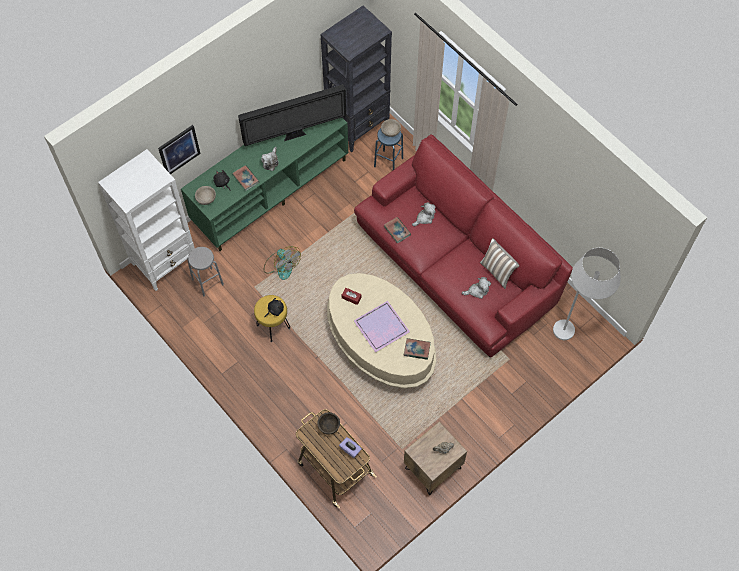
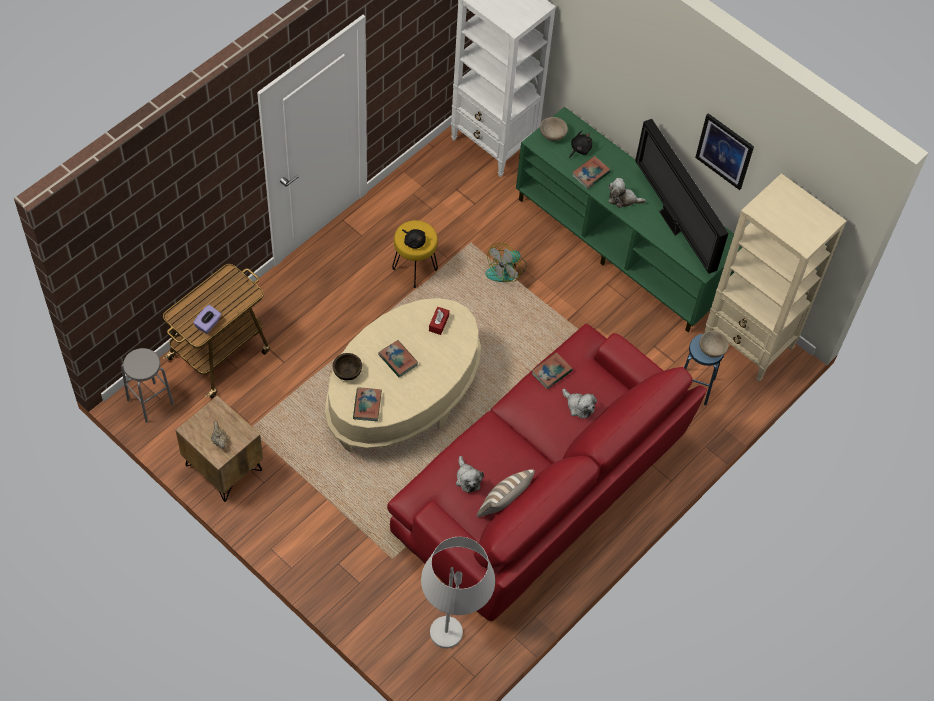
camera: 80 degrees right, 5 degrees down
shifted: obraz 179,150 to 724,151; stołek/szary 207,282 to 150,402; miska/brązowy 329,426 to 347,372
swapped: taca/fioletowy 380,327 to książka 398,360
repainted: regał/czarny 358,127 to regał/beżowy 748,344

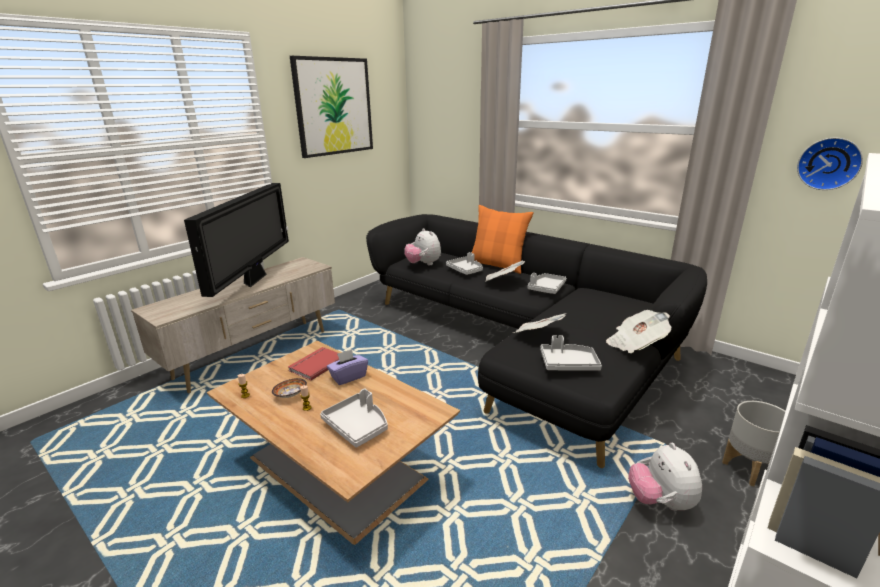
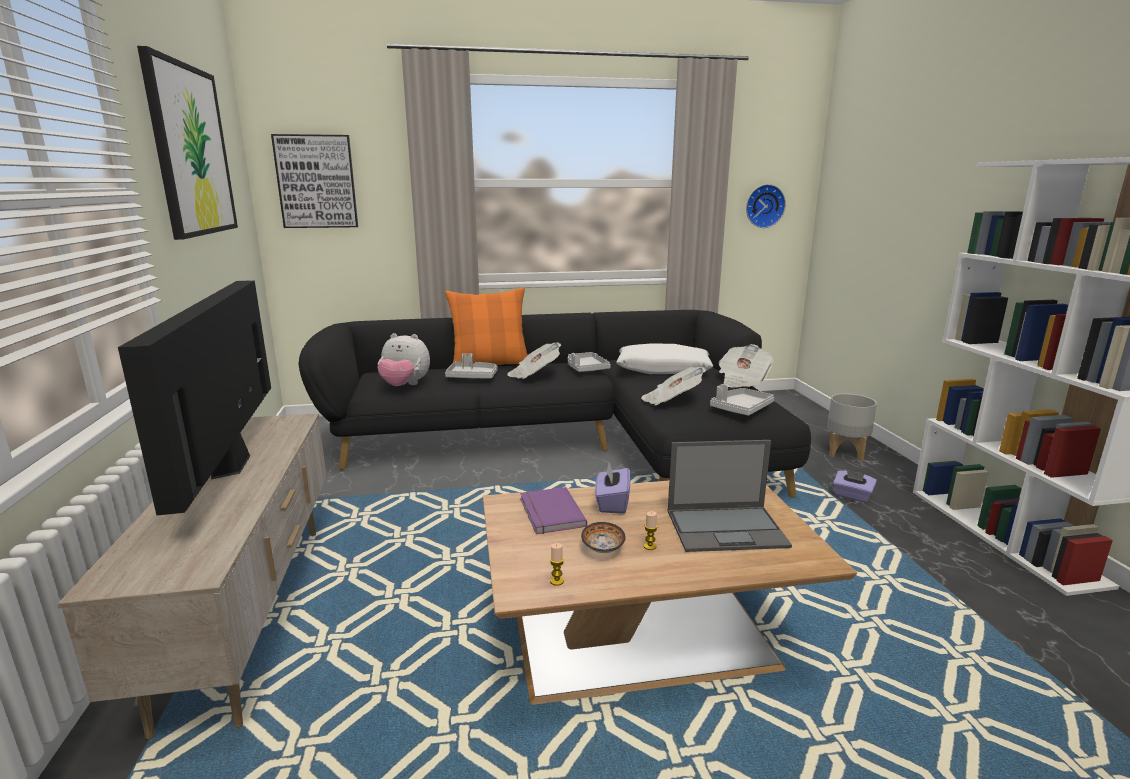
camera: 50 degrees left, 5 degrees down
new: obraz 316,182; poduszka/biały 663,369
swapped: taca/szary 357,426 to laptop 727,528; pluszak 660,502 to pudełko chusteczek/fioletowy 852,496
repainted: książka/czerwony 316,364 to książka/fioletowy 549,513
rotated: telewizor 255,279 = 230,465 150 degrees counterclockwise

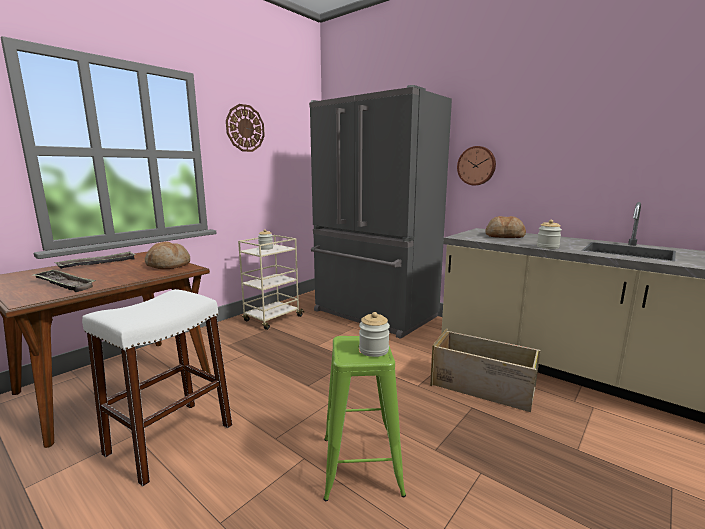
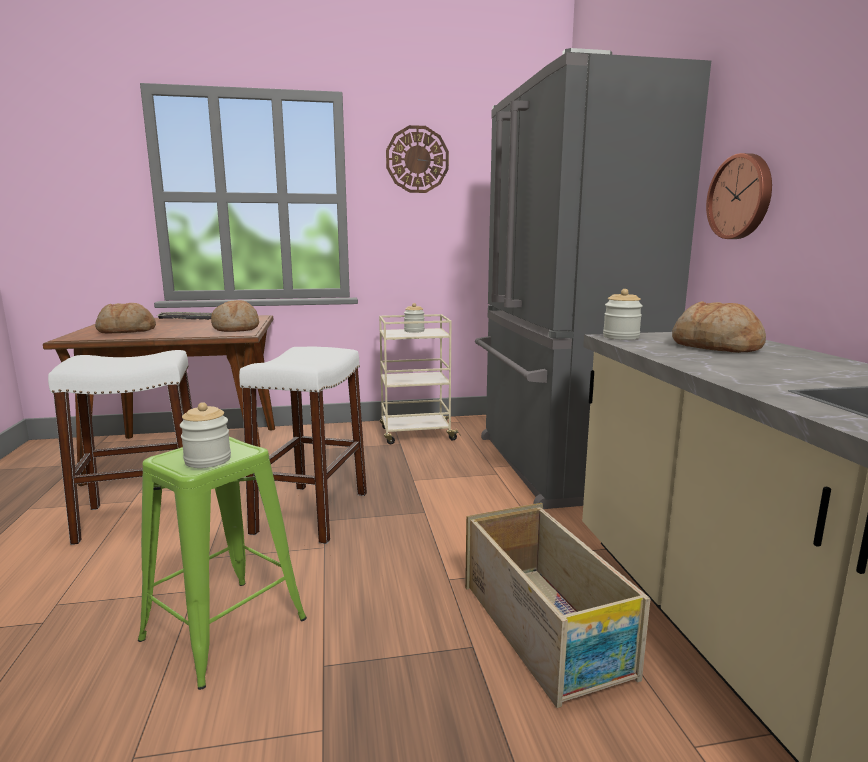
camera: 40 degrees right, 0 degrees up
new: stołek/biały 312,512
shifted: słoik 547,247 to 621,337
swapped: taca 64,284 to chleb 126,331

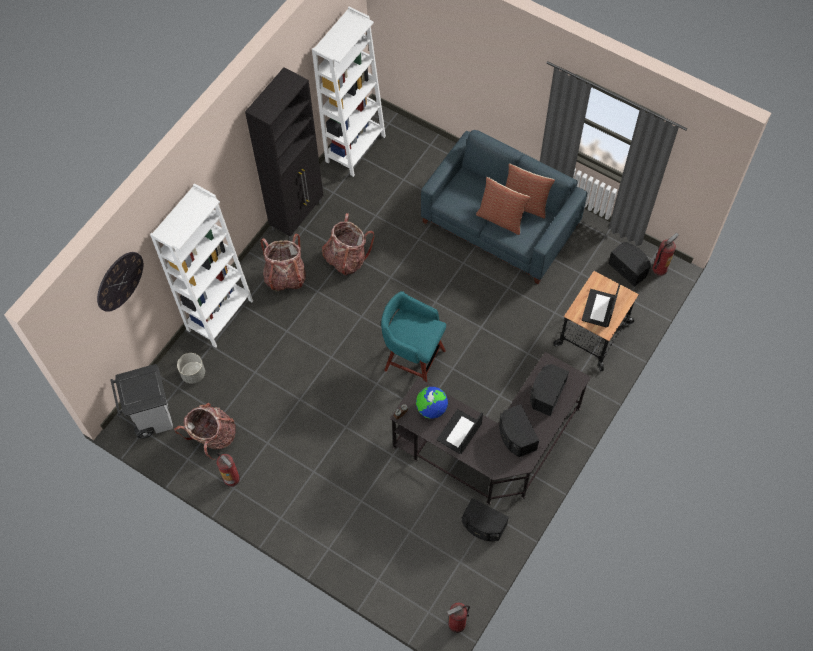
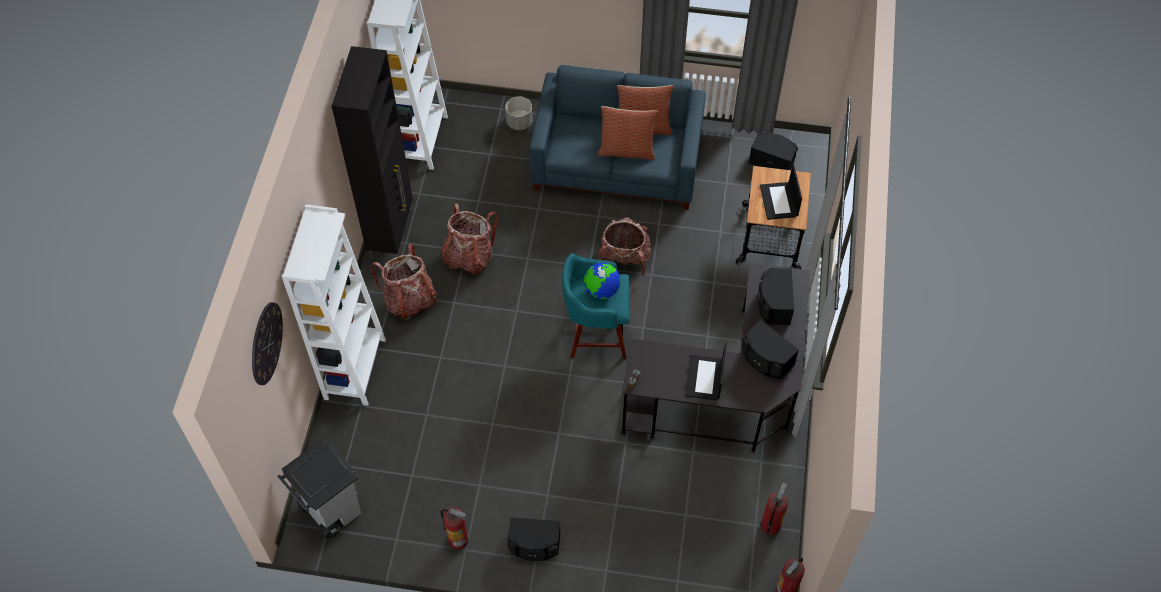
camera: 25 degrees left, 5 degrees down
shifted: gaśnica 659,268 to 770,525; donica/szary 193,373 to 519,122; globus 431,408 to 601,290; plecak 212,437 to 624,259; głośnik/czarny 483,526 to 534,545

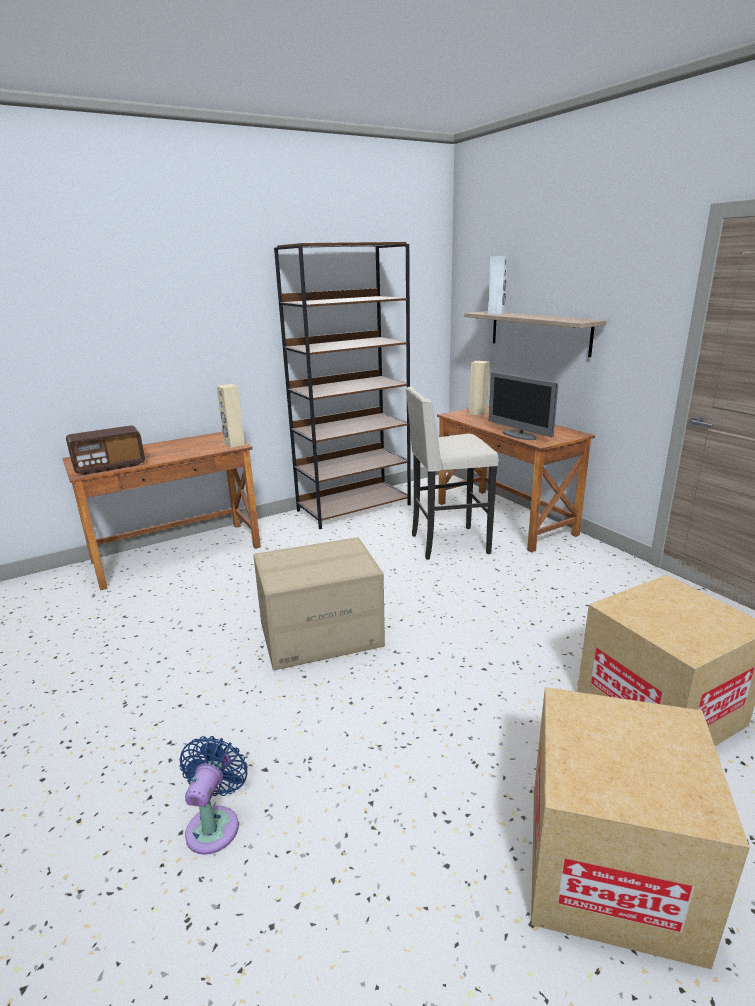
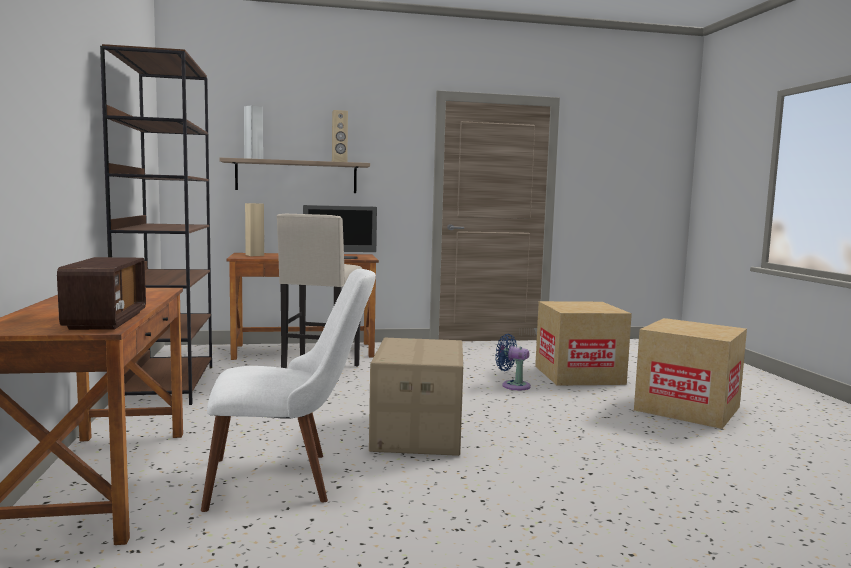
camera: 70 degrees left, 15 degrees down
new: krzesło/biały 289,478
shifted: głośnik/beżowy 234,444 to 339,162; wentylator/niebieski 215,824 to 513,385

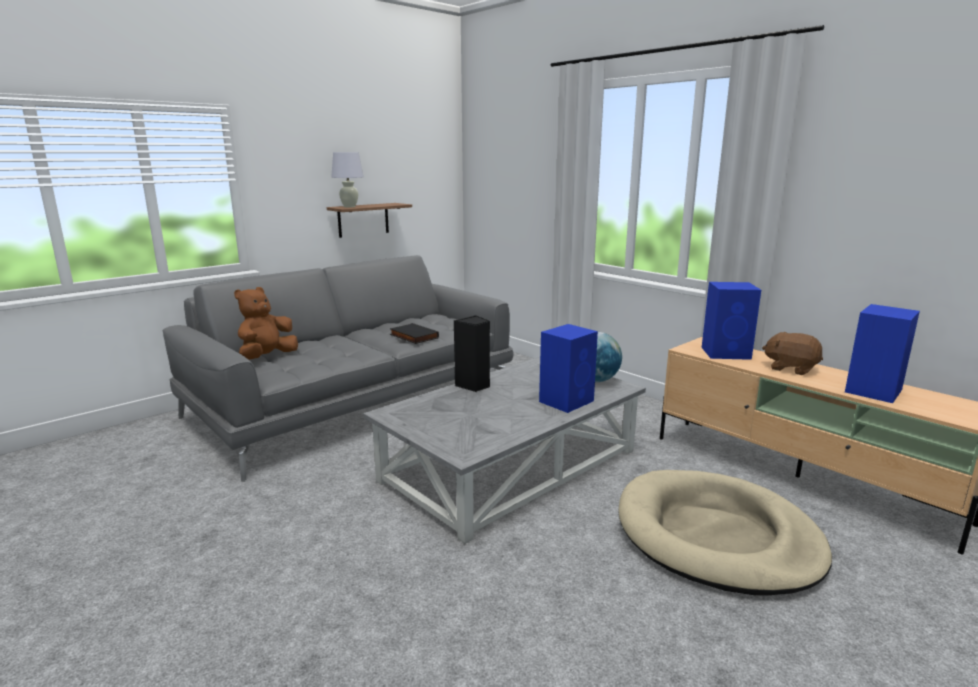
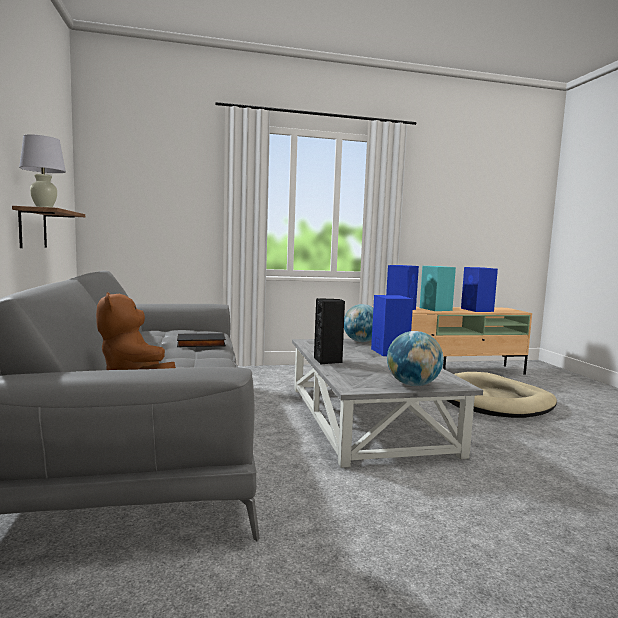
camera: 60 degrees left, 10 degrees down
new: globus 413,385
swapped: pluszak/brązowy 791,368 to głośnik/turkusowy 436,309

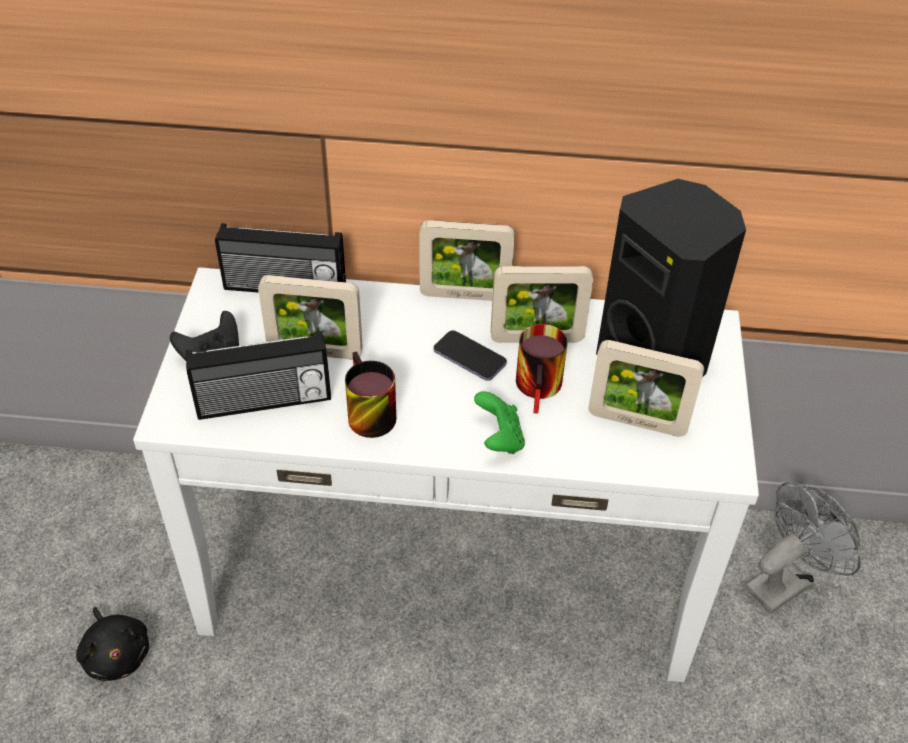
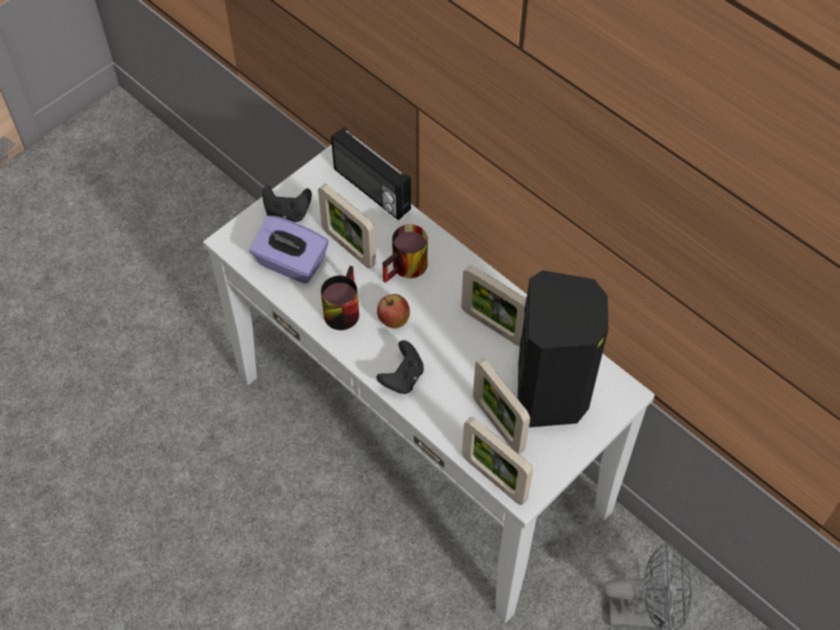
camera: 40 degrees right, 10 degrees up
gone: telefon 469,357; pluszak/czarny 117,654
new: jabłko 393,320
shifted: ramka na zdjęcie 464,295 to 494,479; kubek 542,388 to 407,269
swapped: radio 264,402 to pudełko chusteczek/fioletowy 290,263
repainted: pad do gier/zielony 499,439 to pad do gier/czarny 402,378

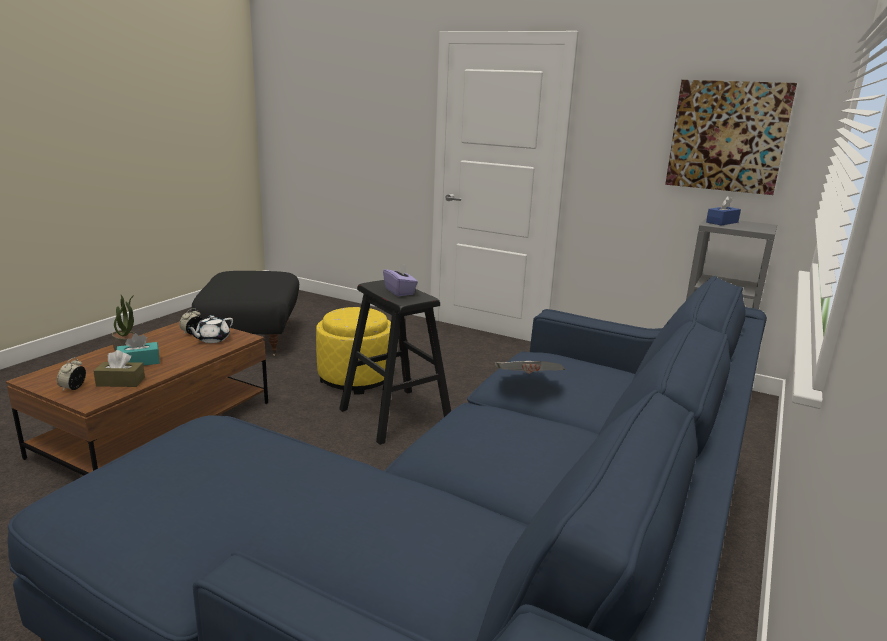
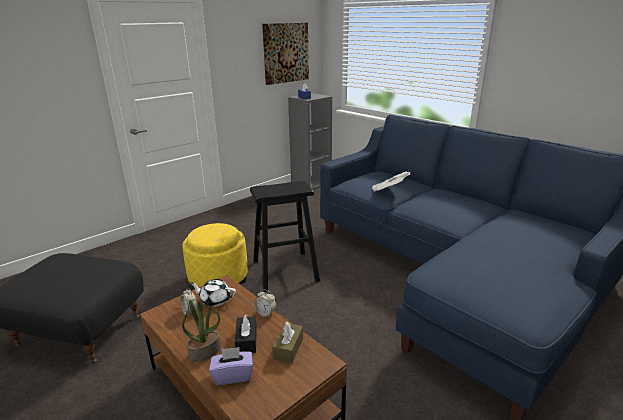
camera: 70 degrees left, 5 degrees up
shifted: pudełko chusteczek/fioletowy 400,291 to 233,375; budzik 73,388 to 266,313
repainted: pudełko chusteczek/turkusowy 139,362 to pudełko chusteczek/czarny 246,340
rotated: imbryk/biały 212,339 = 215,300 135 degrees clockwise

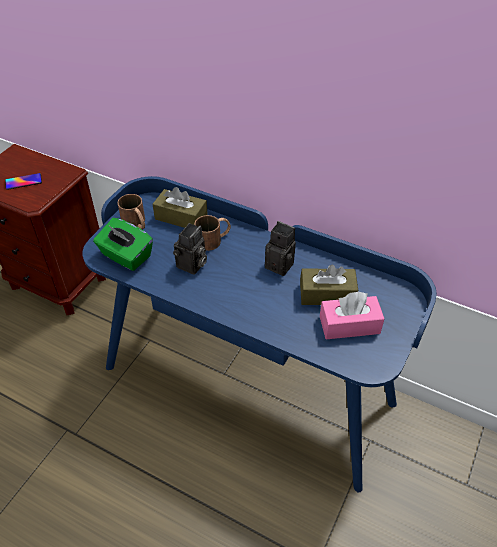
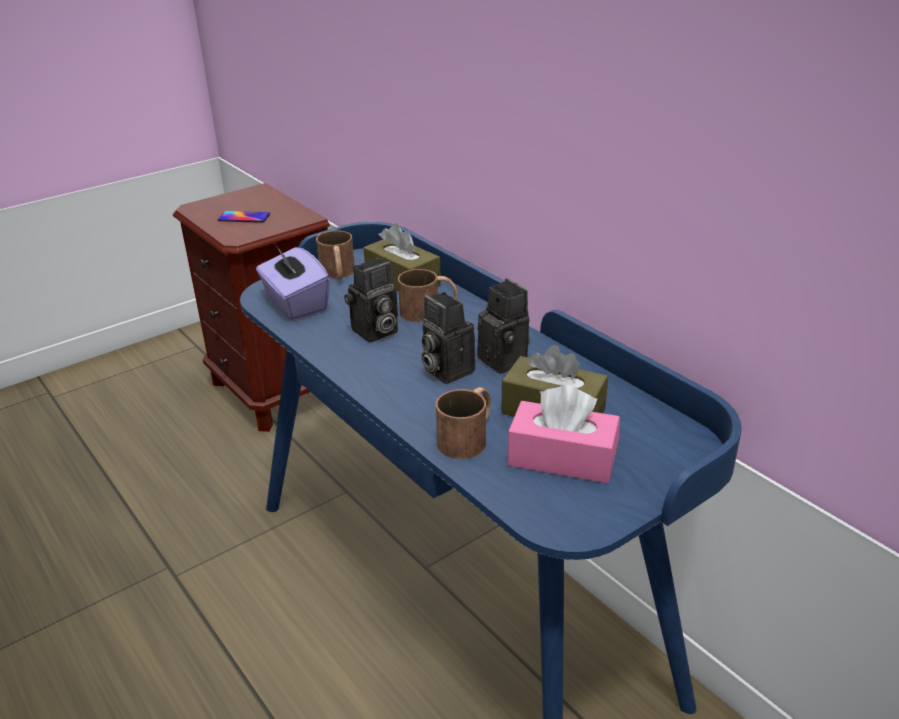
camera: 25 degrees right, 15 degrees down
new: aparat fotograficzny 445,370; kubek/brązowy 468,437
repainted: pudełko chusteczek/zielony 126,256 to pudełko chusteczek/fioletowy 295,304

